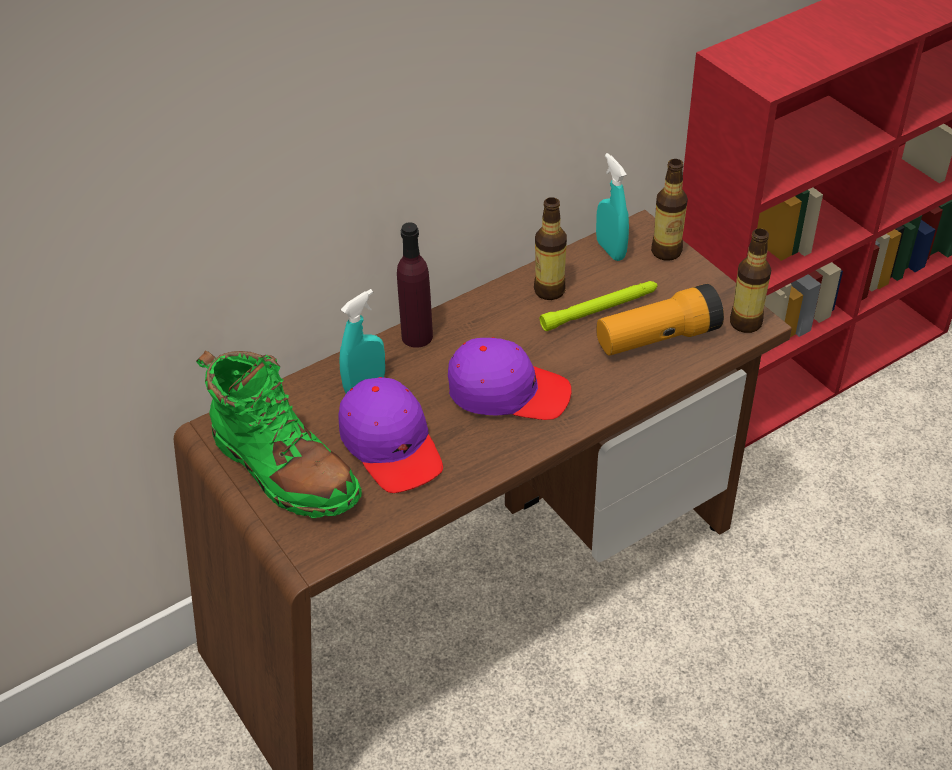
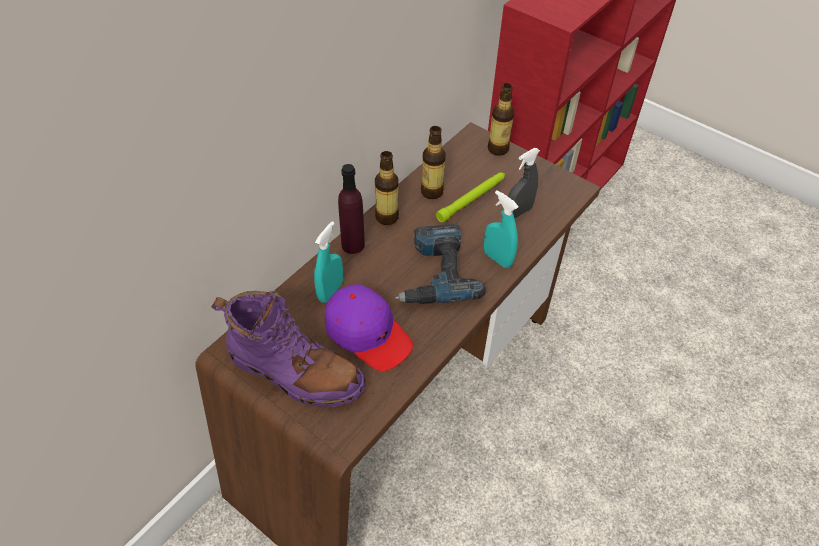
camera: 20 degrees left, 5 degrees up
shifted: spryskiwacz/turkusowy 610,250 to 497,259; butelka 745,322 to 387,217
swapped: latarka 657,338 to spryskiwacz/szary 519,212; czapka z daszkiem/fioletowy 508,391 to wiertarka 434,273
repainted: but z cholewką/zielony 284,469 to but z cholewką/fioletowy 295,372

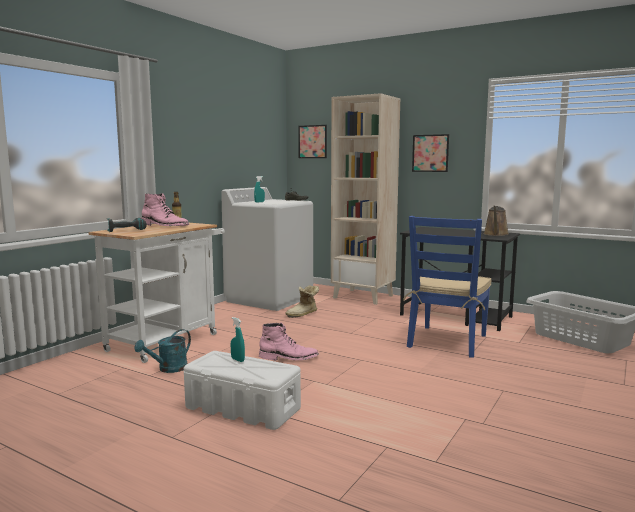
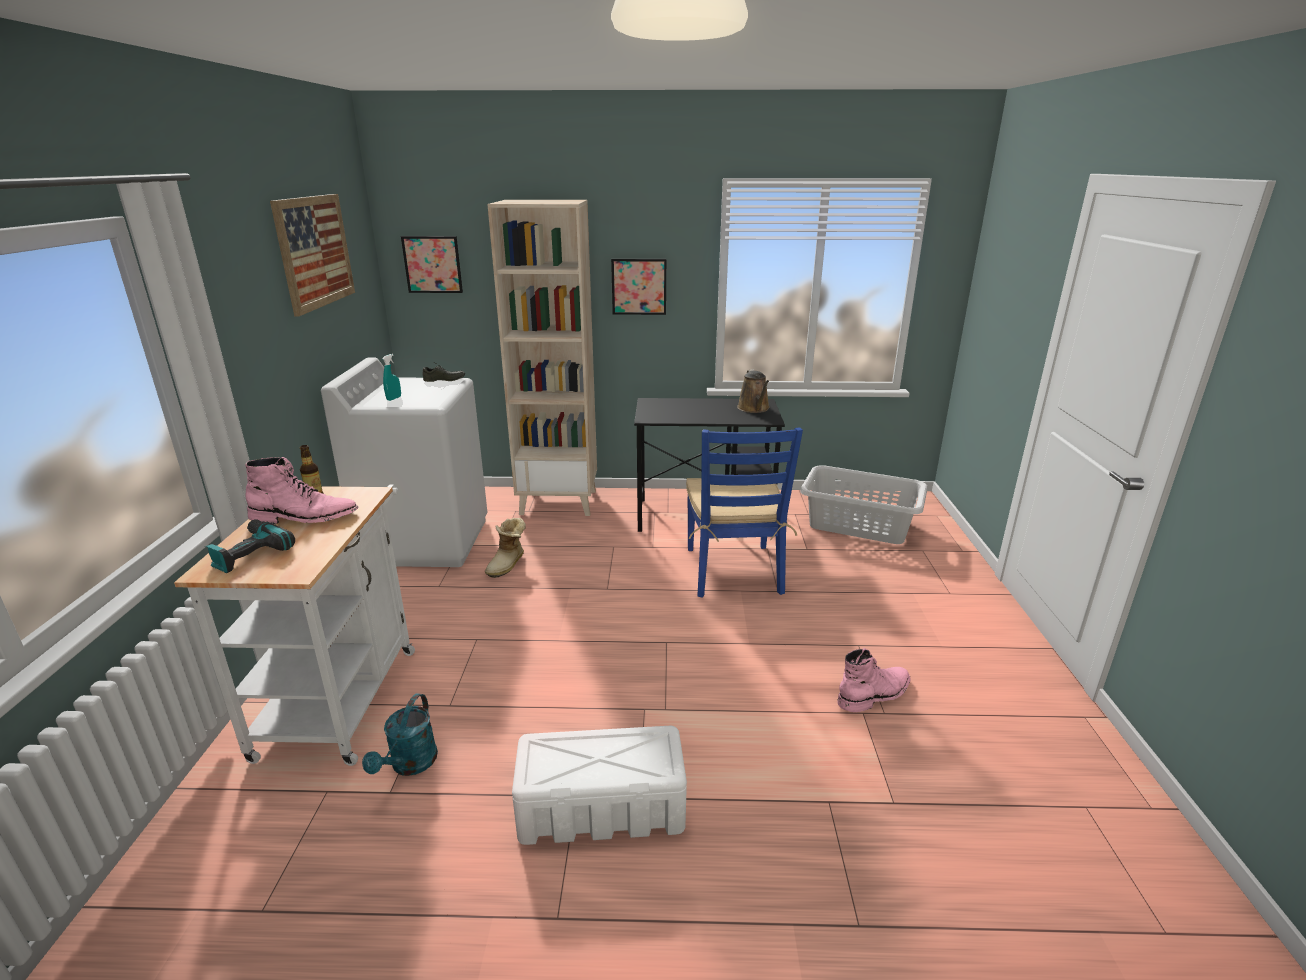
camera: 30 degrees left, 15 degrees up
gone: spryskiwacz/turkusowy 237,360
new: obraz 315,251
shifted: but z cholewką/różowy 288,358 to 874,694

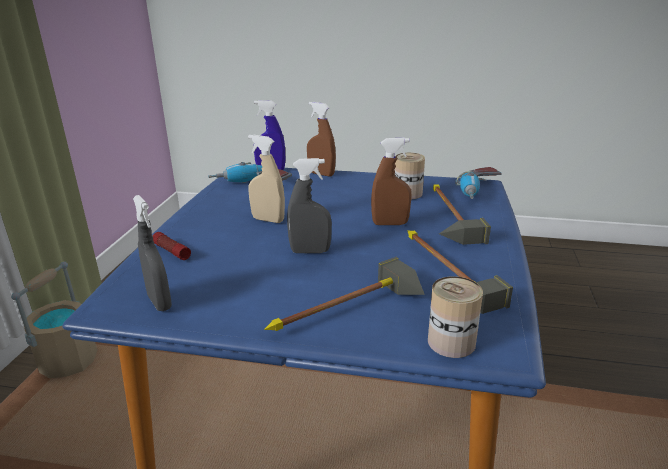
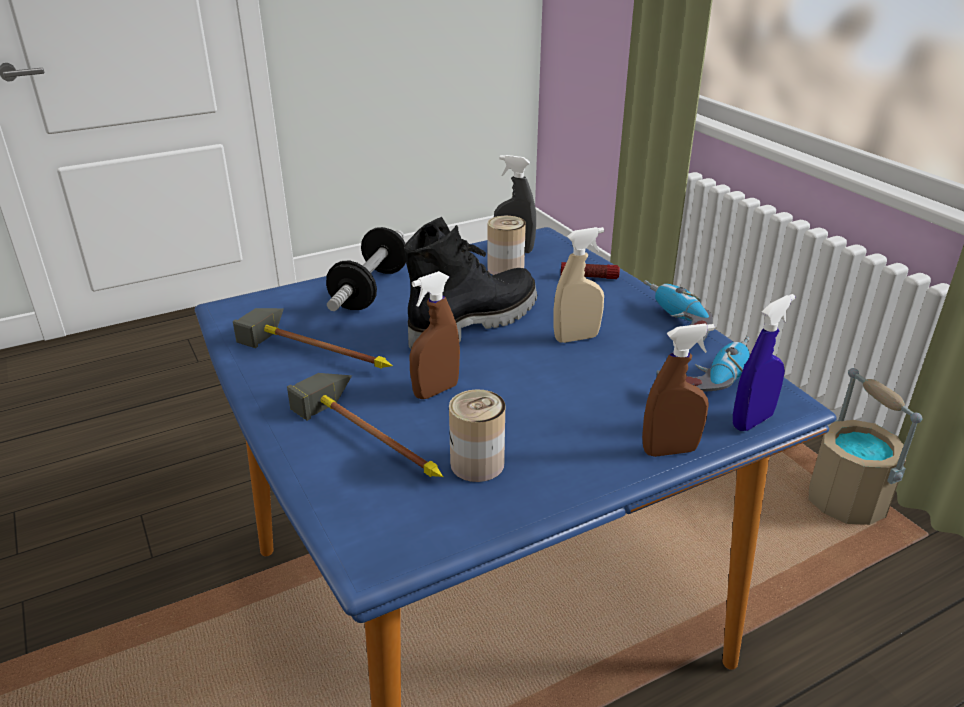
camera: 140 degrees right, 5 degrees up
shifted: wiertarka 478,192 to 671,323; puszka 451,342 to 505,268
swapped: spryskiwacz/szary 310,251 to but z cholewką/czarny 472,323; młotek 346,314 to hantel 370,290

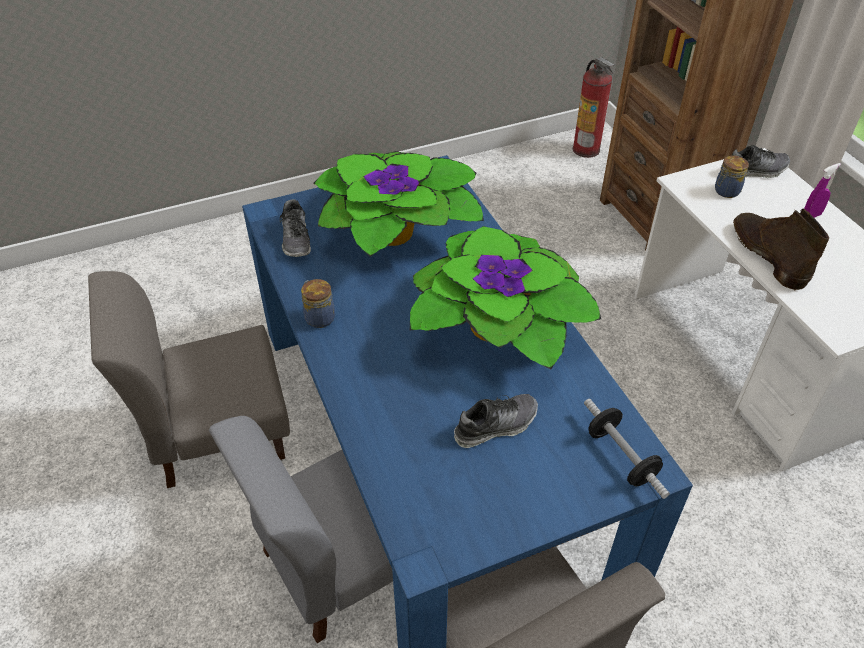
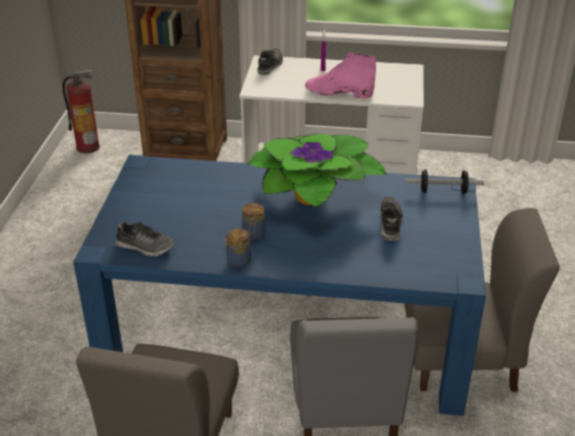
camera: 60 degrees left, 10 degrees down
gone: roślina doniczkowa 396,231
shifted: słoik 725,191 to 253,235
repainted: but z cholewką/brązowy 767,254 to but z cholewką/różowy 338,92

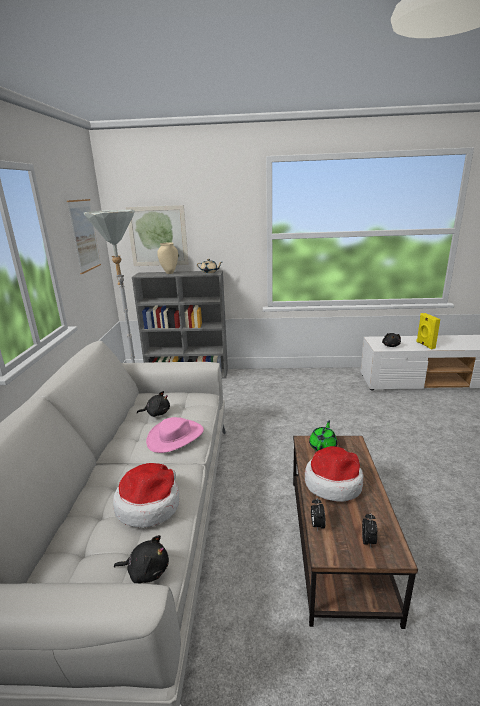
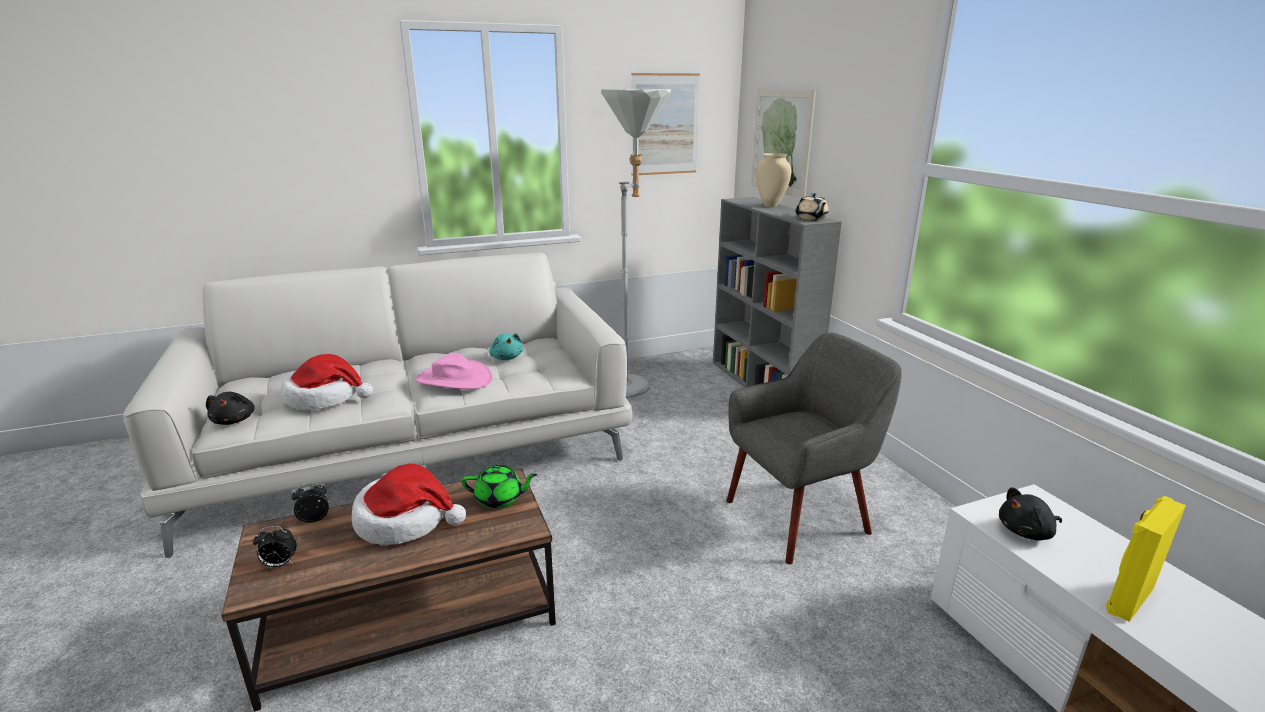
camera: 65 degrees right, 0 degrees up
new: fotel/szary 799,517
repainted: pluszak/czarny 156,413 to pluszak/turkusowy 506,358

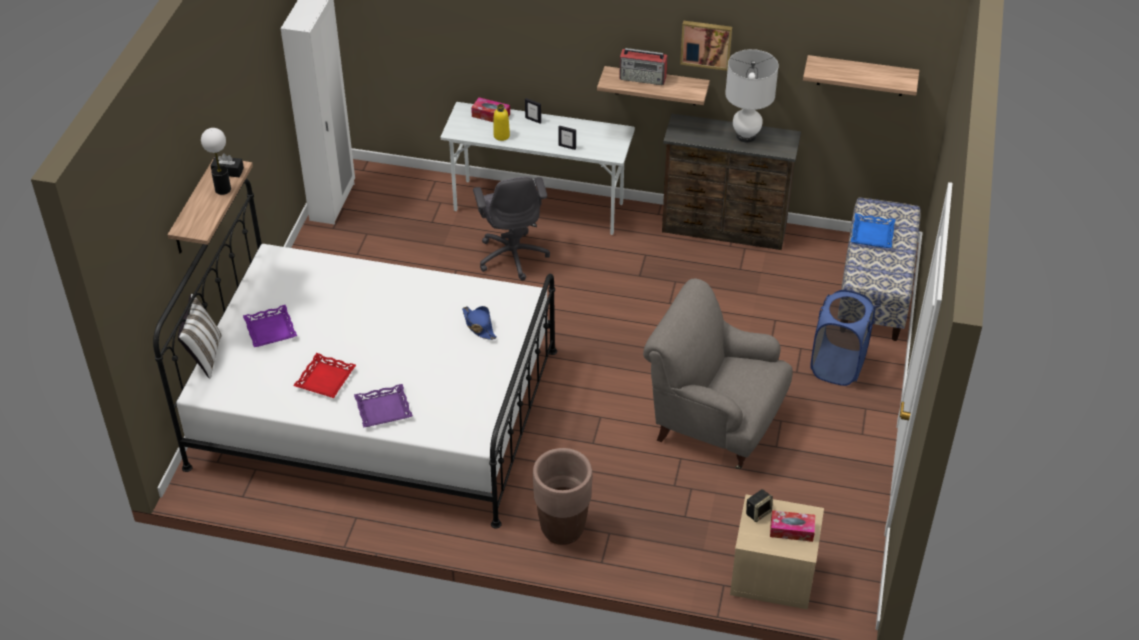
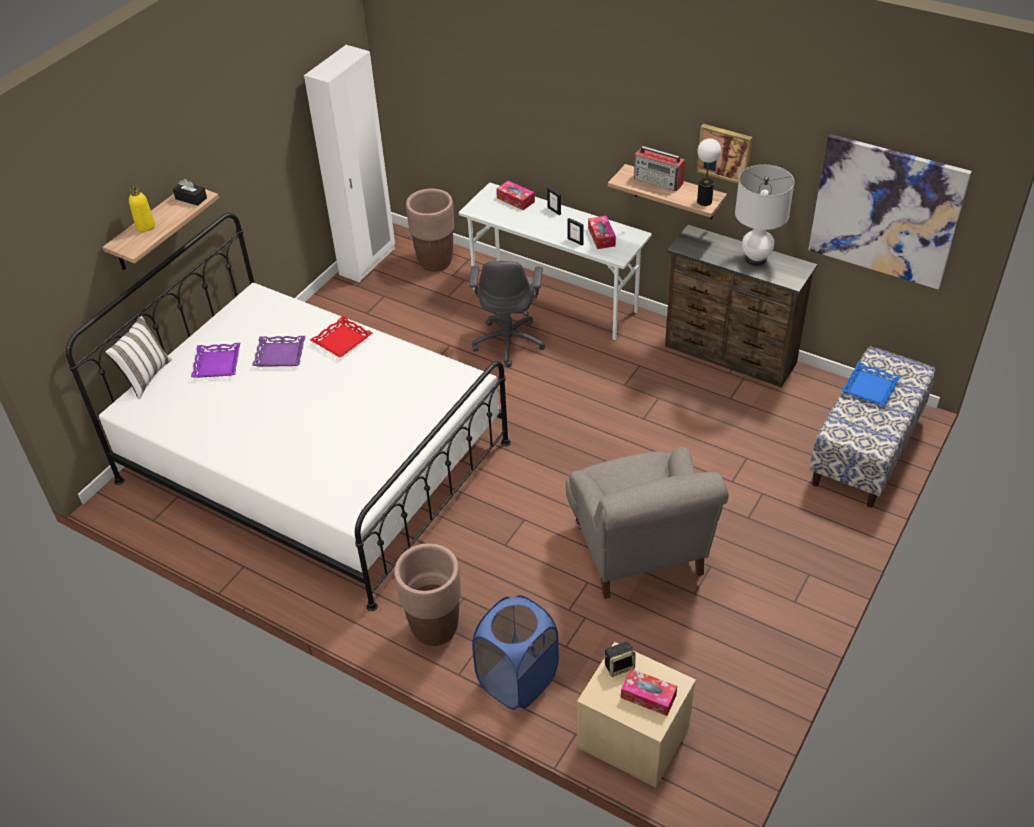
camera: 20 degrees right, 0 degrees up
gone: kapelusz/niebieski 479,326
new: donica/brązowy 435,262; pudełko chusteczek 601,237
shifted: butelka/żółty 501,136 to 145,226; lampa stołowa 223,189 to 704,201; kosz na pranie/niebieski 837,366 to 517,680; taca/czerwony 325,379 to 341,340; taca/fioletowy 383,409 to 280,354
swapped: półka 861,76 to obraz 886,211
rotated: fotel/szary 714,422 = 638,552 150 degrees counterclockwise

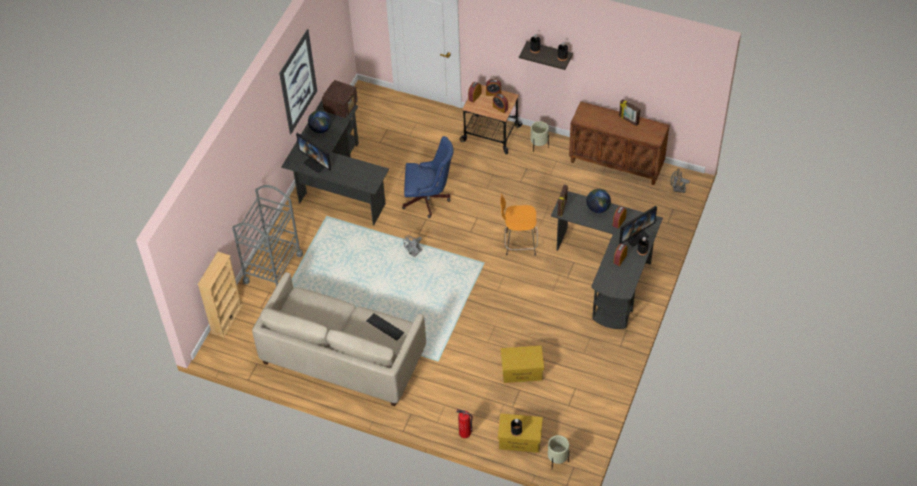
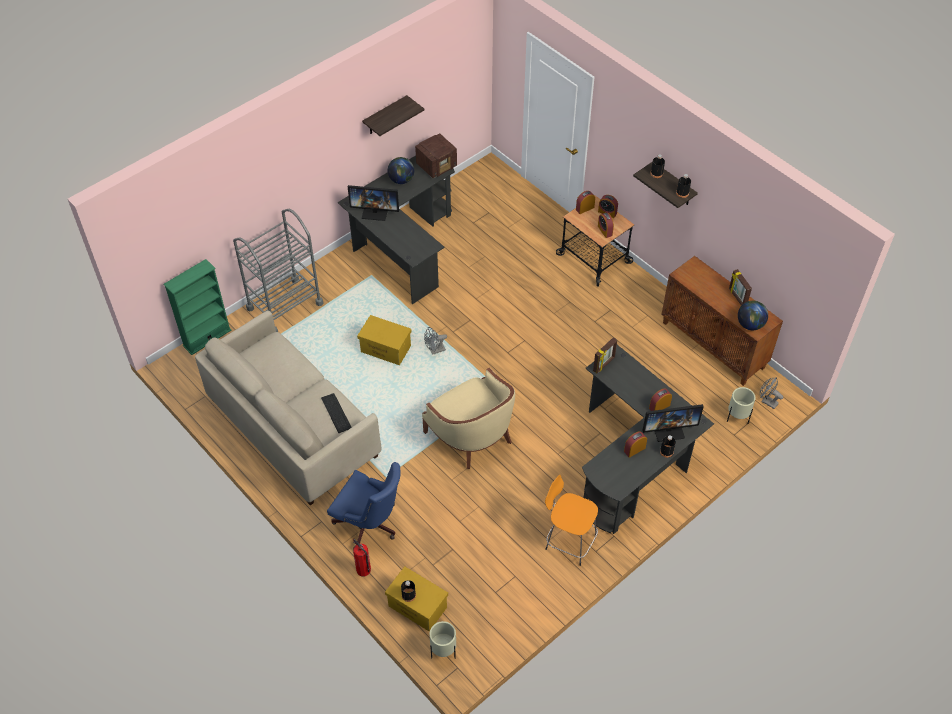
camera: 25 degrees right, 0 degrees up
new: fotel/beżowy 471,435
shifted: donica/beżowy 539,147 to 737,418; krzesło biurowe/niebieski 428,199 to 370,525; globus 598,208 to 750,324; stołek/pomarańczowy 519,243 to 569,541; pojemnik do przechowywania/żółty 521,371 to 385,349
swapped: obraz 298,82 to półka 385,116
repainted: regał/beżowy 226,319 to regał/zielony 207,338
rotated: monitor 317,162 = 375,212 60 degrees counterclockwise

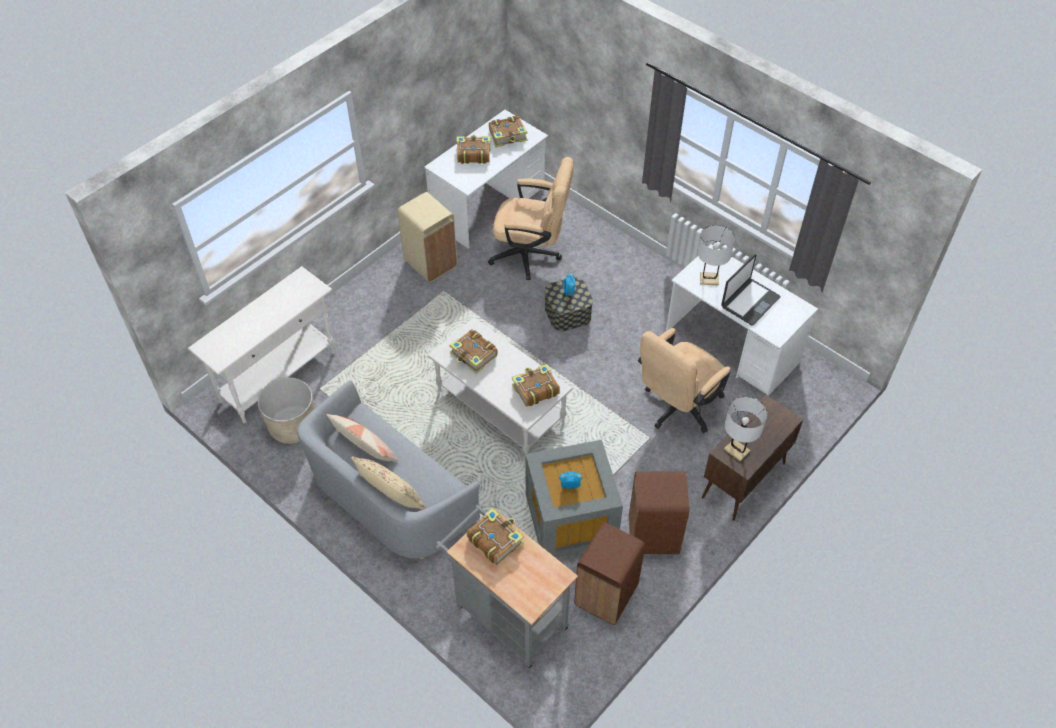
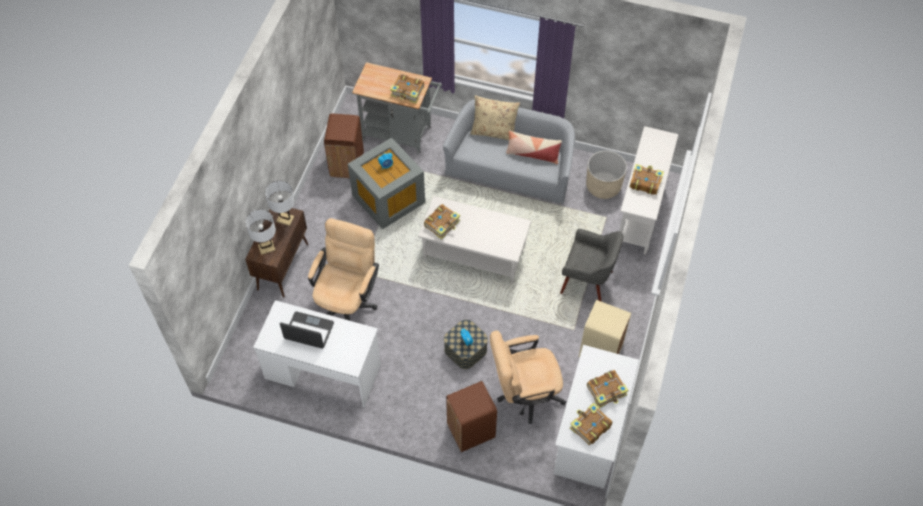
camera: 155 degrees right, 5 degrees up
new: fotel/szary 587,282
shifted: lampa stołowa/biały 709,279 to 266,247; książka 474,355 to 645,182; kosz na śmieci/brązowy 654,536 to 470,431
rotated: laptop 749,302 = 309,331 90 degrees clockwise

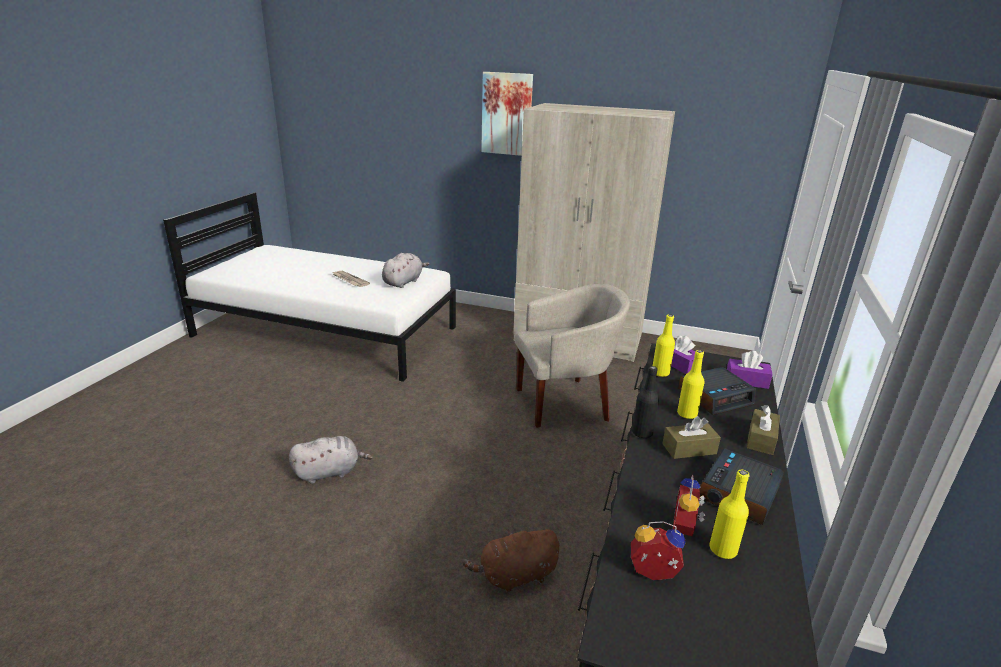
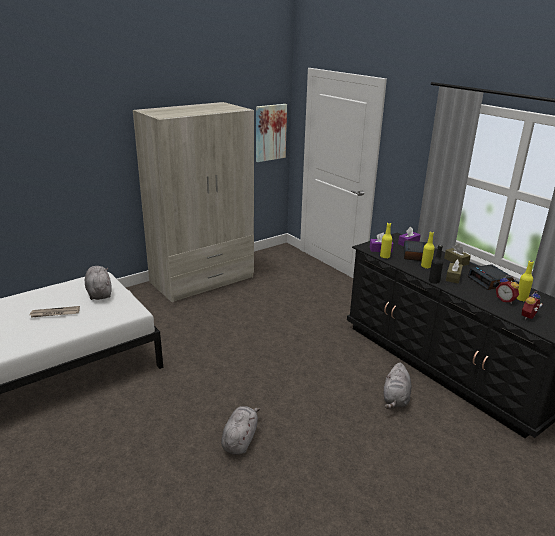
camera: 55 degrees left, 0 degrees up
gone: fotel/beżowy 565,403
shifted: obraz 507,114 to 270,132
repainted: pluszak/brązowy 515,576 to pluszak/szary 395,399

